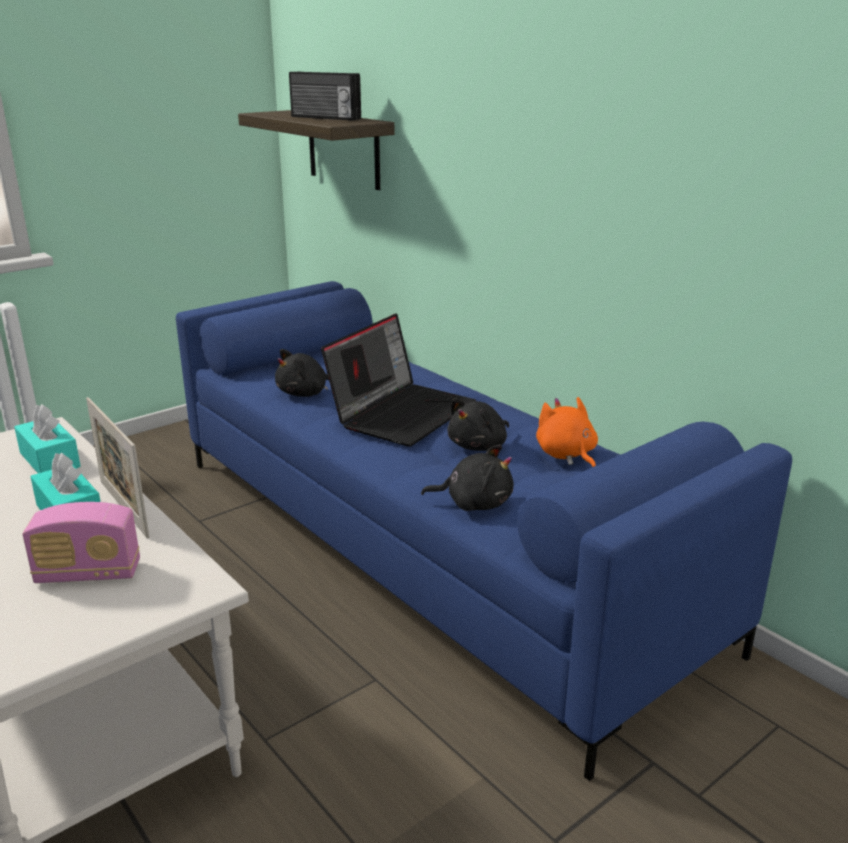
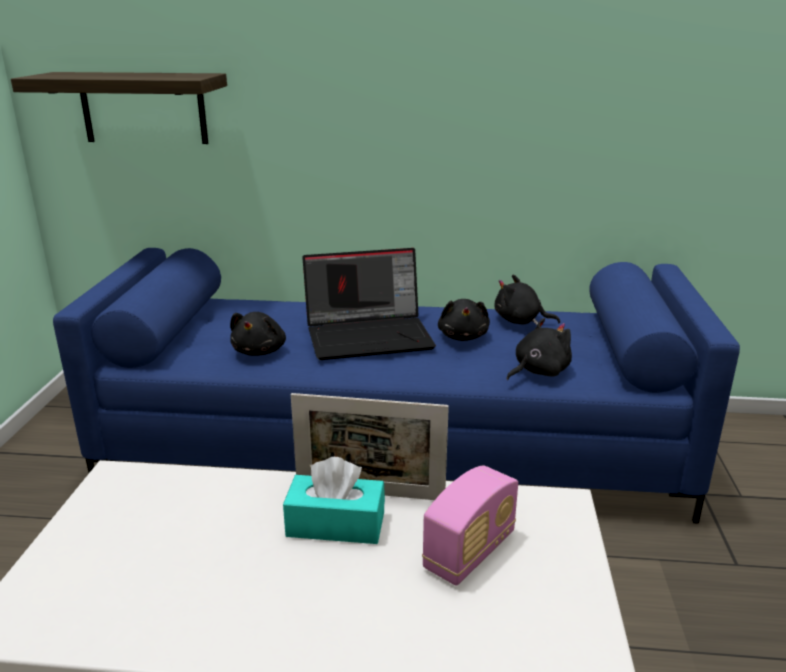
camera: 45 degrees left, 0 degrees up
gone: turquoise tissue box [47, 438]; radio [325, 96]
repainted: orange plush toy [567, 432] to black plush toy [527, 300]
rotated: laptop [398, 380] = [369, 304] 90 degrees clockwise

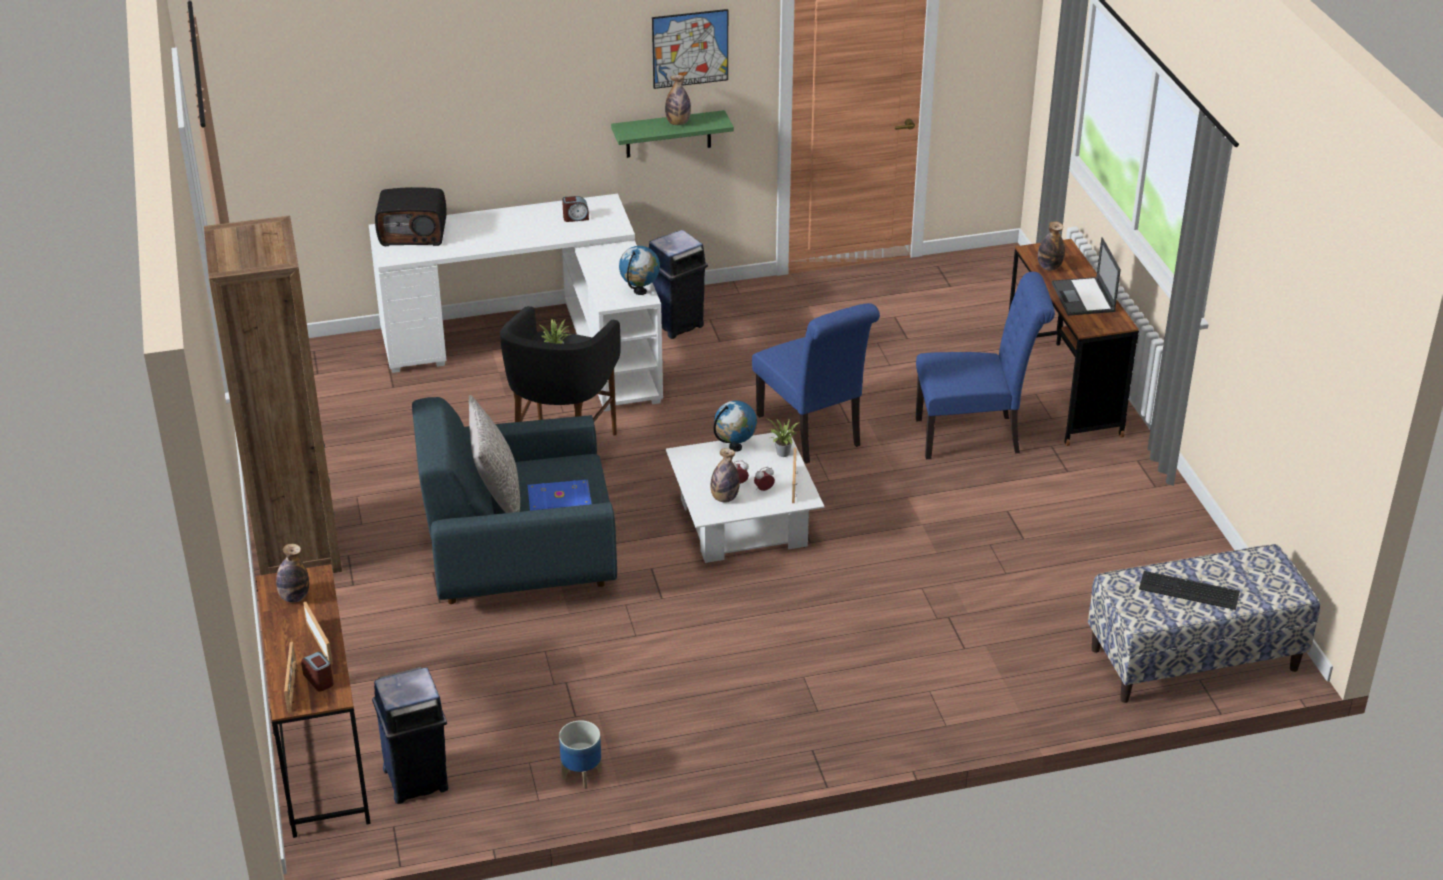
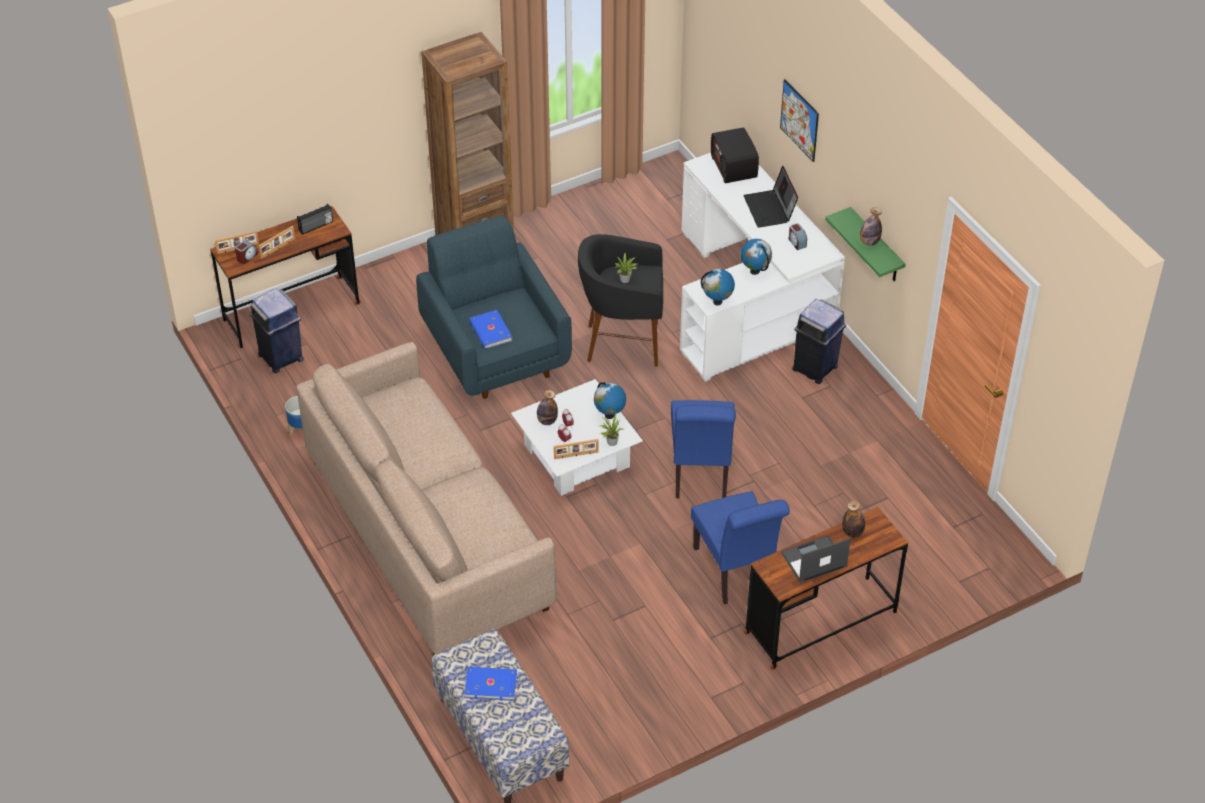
camera: 75 degrees right, 10 degrees up
gone: grey pillow [494, 454]
new: beige sofa [427, 498]; globe [756, 257]; laptop [770, 197]
shifted: picture [690, 49] to [799, 120]
swapped: bottle [292, 573] to radio [315, 219]; keyboard [1189, 590] to blue book [490, 684]
rotated: blue chair [816, 383] = [703, 449] 45 degrees counterclockwise

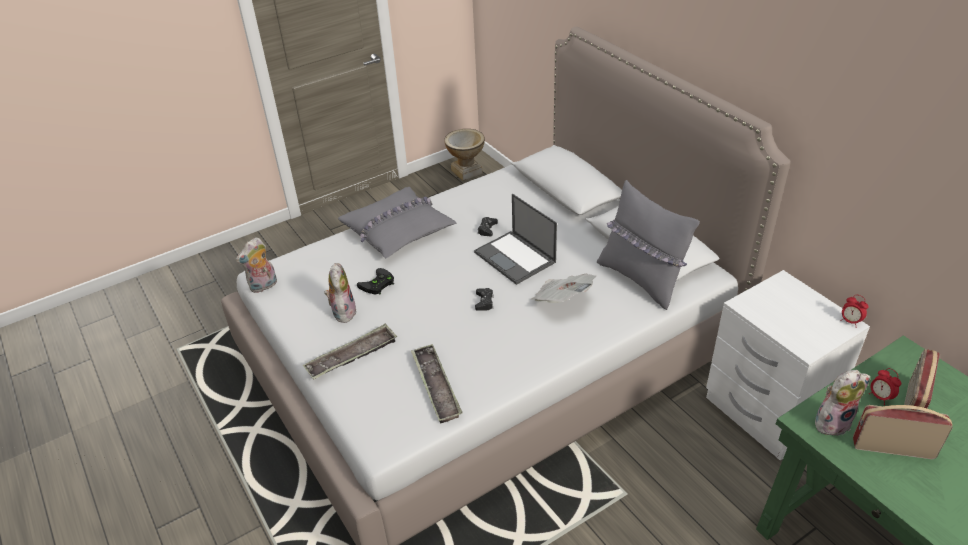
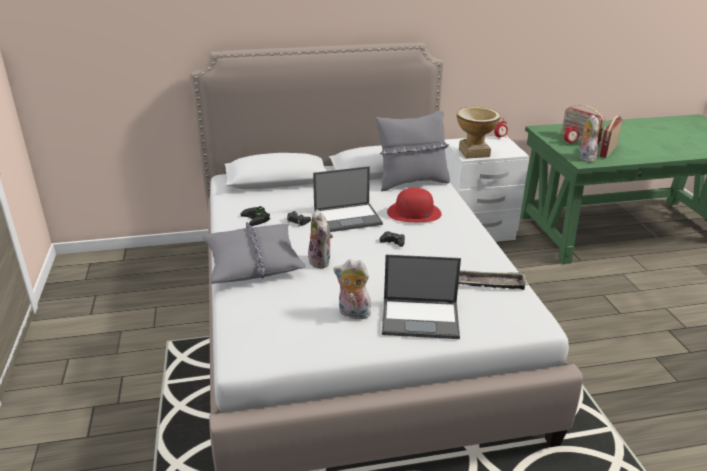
camera: 70 degrees left, 10 degrees down
shifted: plush toy [256, 265] to [320, 238]; black game controller [375, 281] to [255, 216]; vase [464, 155] to [479, 133]
swapped: tray [350, 352] to laptop [421, 297]; newspaper [564, 288] to red hat [414, 205]

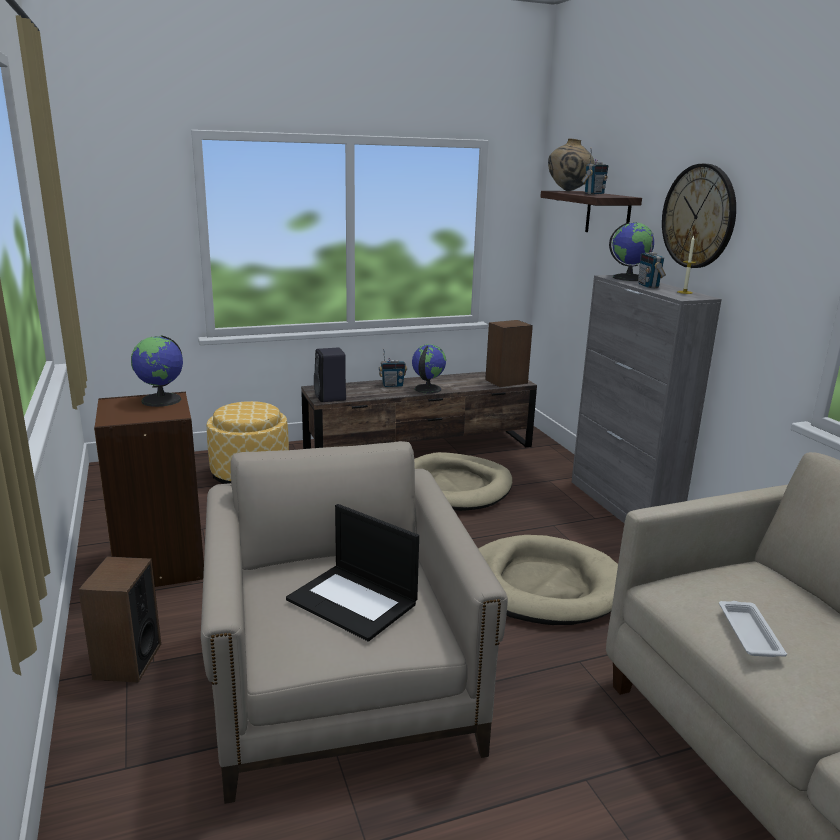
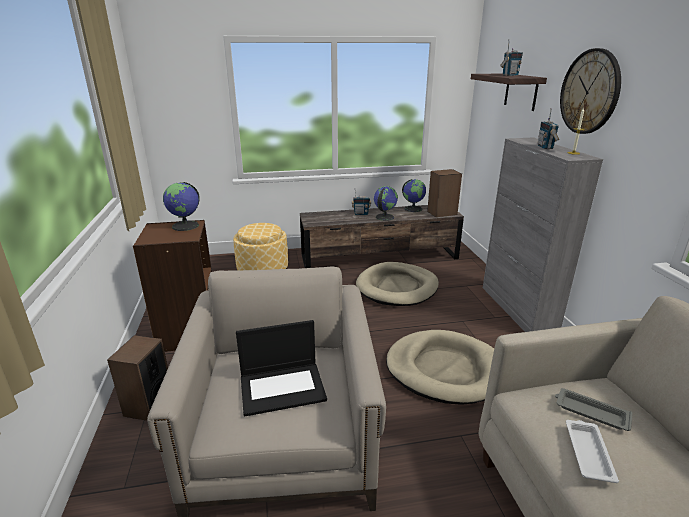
camera: 10 degrees right, 5 degrees up
gone: black speaker [330, 375]; beige vase [571, 164]
new: grey tray [594, 409]
shifted: globe [631, 251] to [414, 195]
rotated: laptop [352, 573] = [281, 368] 60 degrees counterclockwise

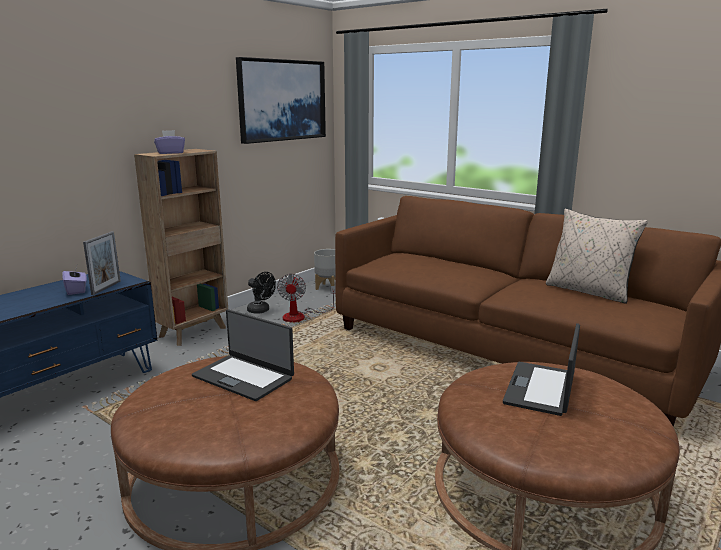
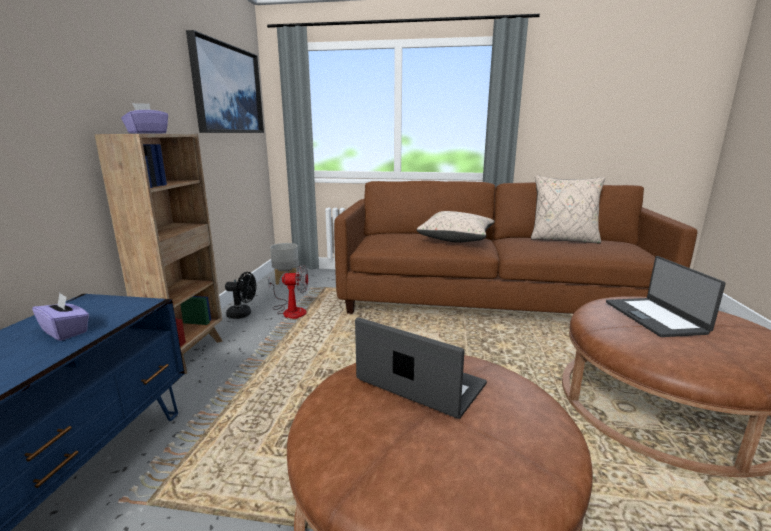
camera: 30 degrees left, 0 degrees up
gone: picture frame [102, 263]
new: beige pillow [456, 227]
rotated: laptop [243, 355] = [421, 368] 150 degrees counterclockwise; fan [306, 298] = [288, 292] 60 degrees counterclockwise

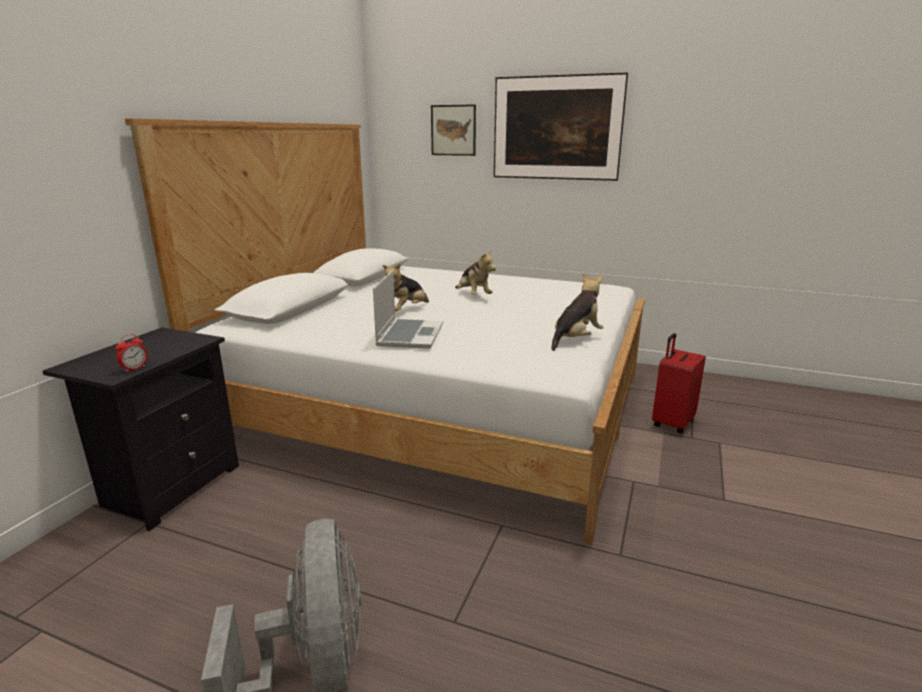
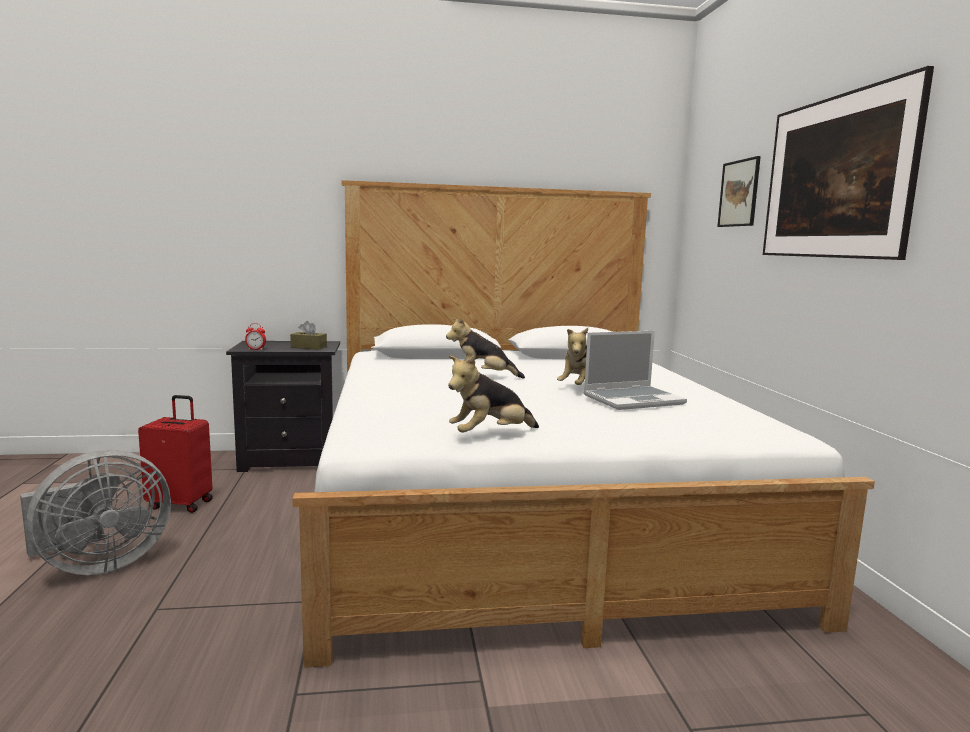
camera: 60 degrees right, 10 degrees down
new: brown tissue box [308, 335]
shifted: laptop [408, 310] to [635, 370]; red suitcase [679, 383] to [175, 454]
rotated: plush toy [577, 312] = [493, 394] 135 degrees clockwise

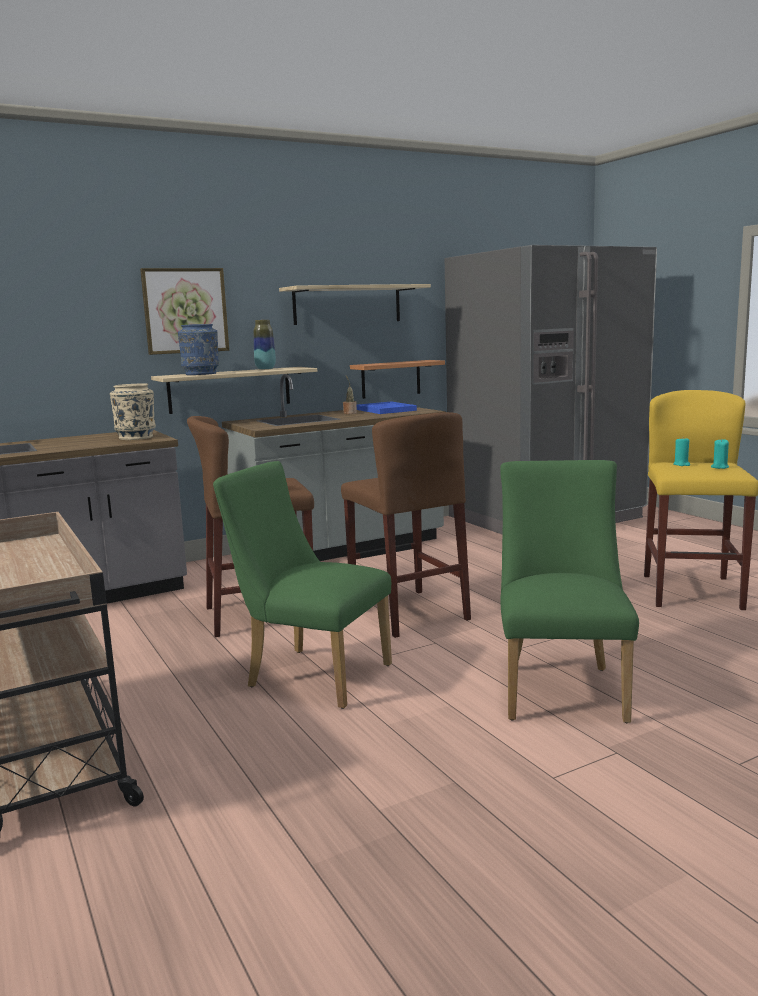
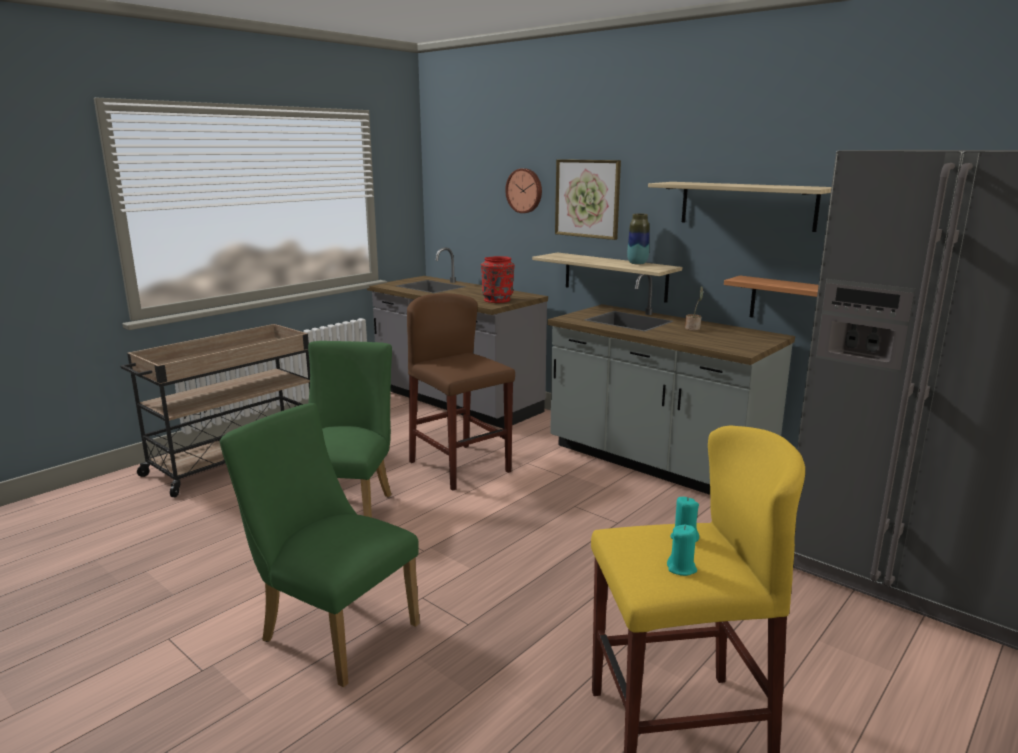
camera: 70 degrees right, 5 degrees up
gone: blue vase [198, 349]; brown stool [406, 525]; blue tray [387, 408]
new: wall clock [523, 190]
repainted: beige vase [133, 411] to red vase [498, 279]
rotated: green chair [569, 591] = [320, 545] 135 degrees counterclockwise

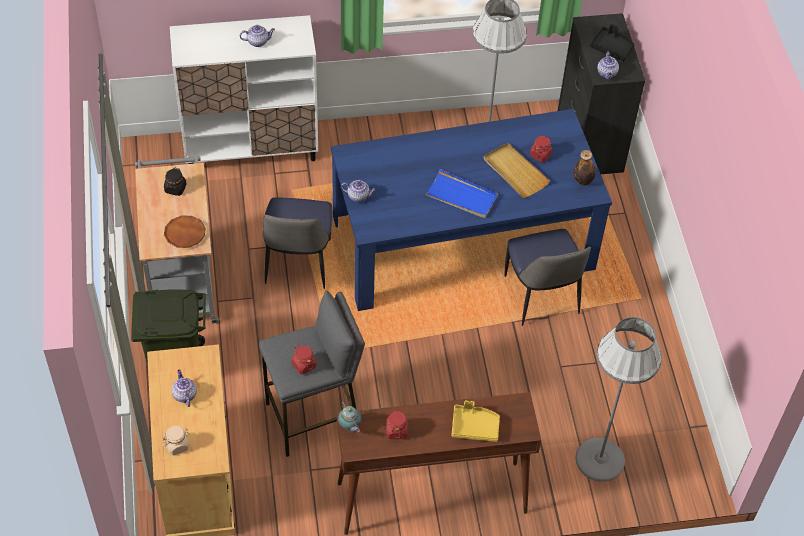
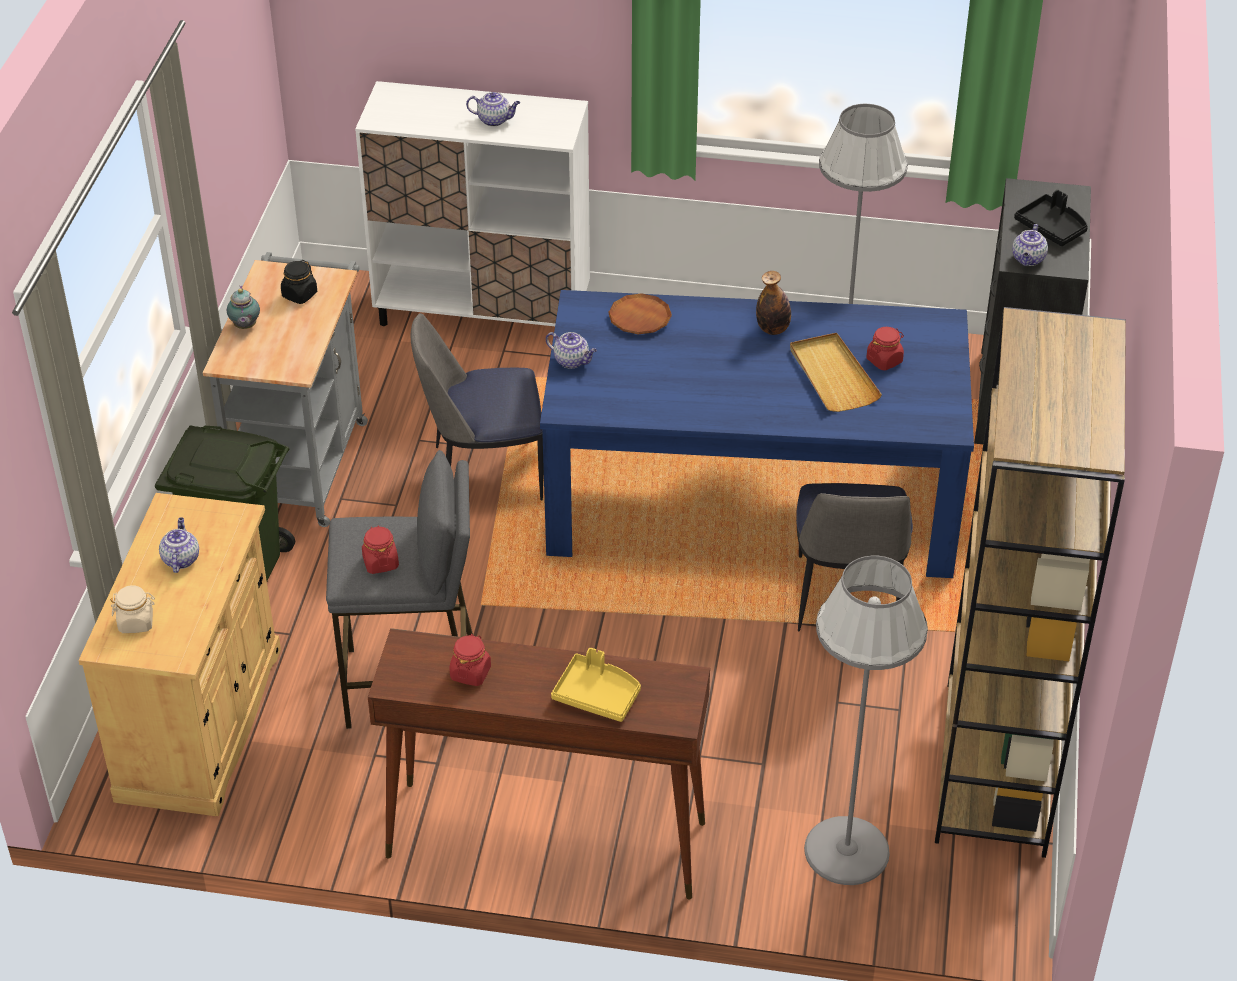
camera: 20 degrees right, 10 degrees down
gone: blue tray [461, 193]
new: brown bookcase [1030, 582]
shifted: brown plate [185, 231] to [640, 313]; teapot [350, 417] to [243, 307]; bottle [585, 168] to [773, 303]
rotated: chair [298, 243] = [477, 406] 60 degrees clockwise

